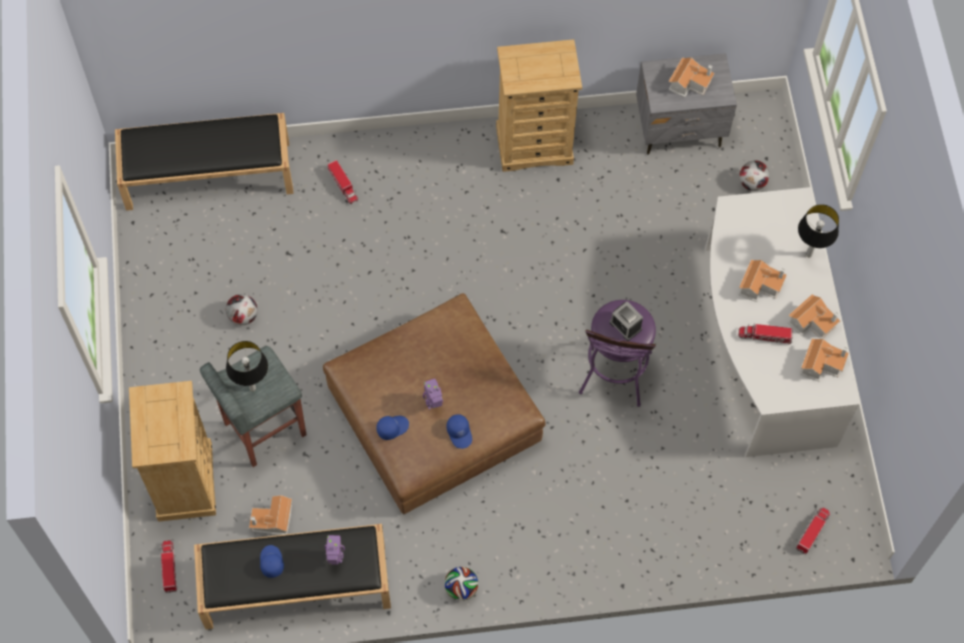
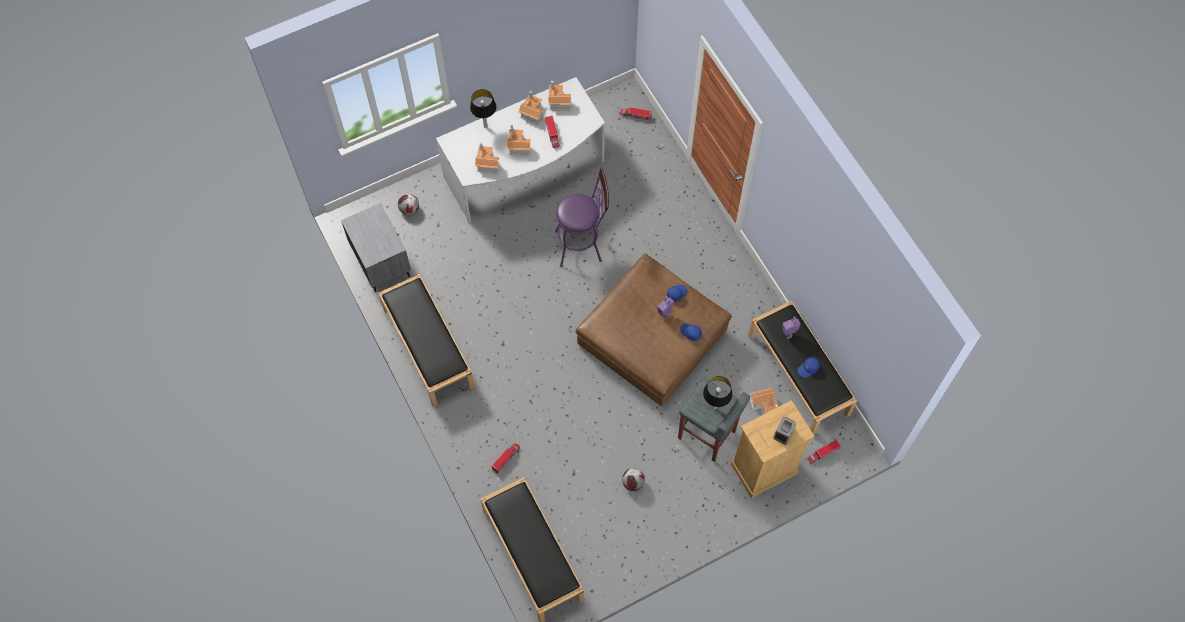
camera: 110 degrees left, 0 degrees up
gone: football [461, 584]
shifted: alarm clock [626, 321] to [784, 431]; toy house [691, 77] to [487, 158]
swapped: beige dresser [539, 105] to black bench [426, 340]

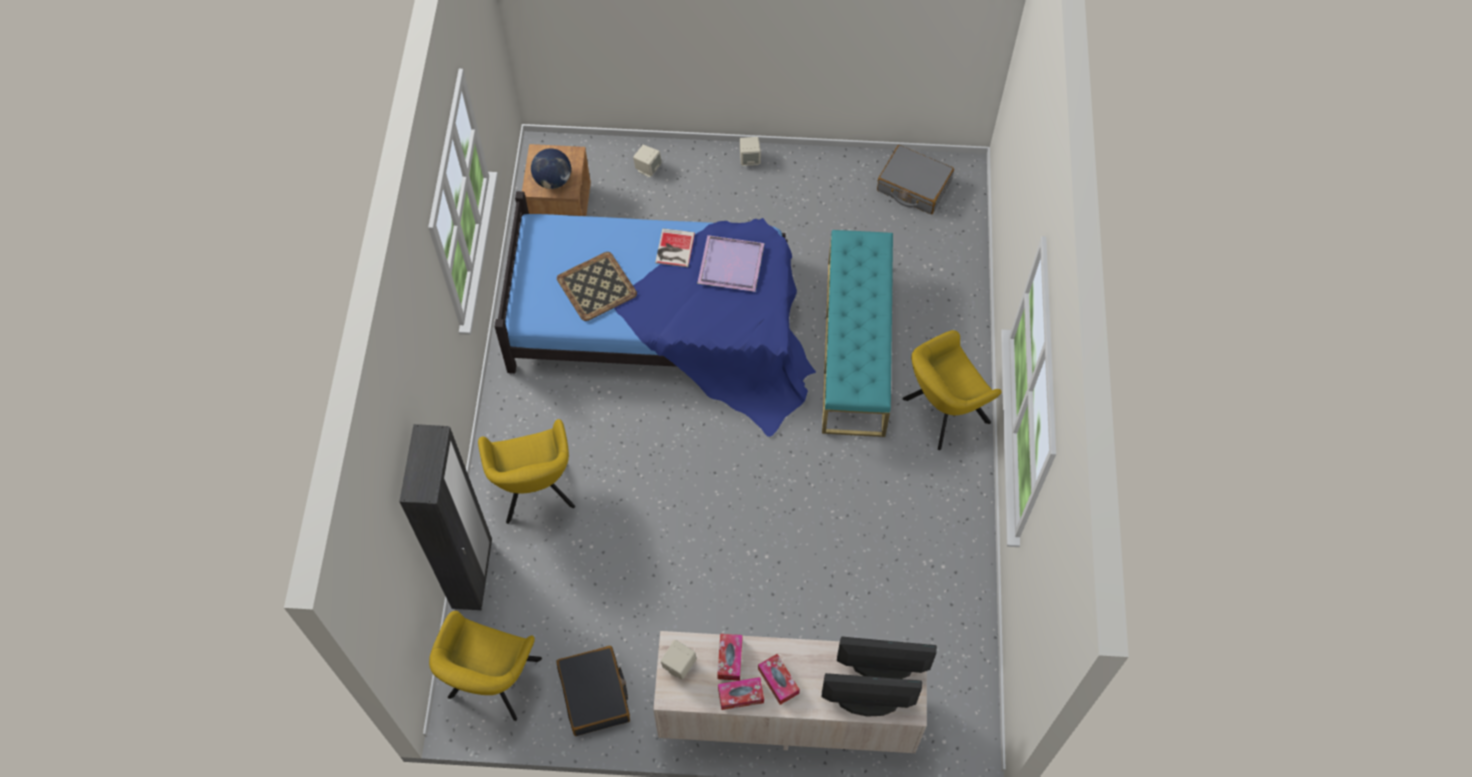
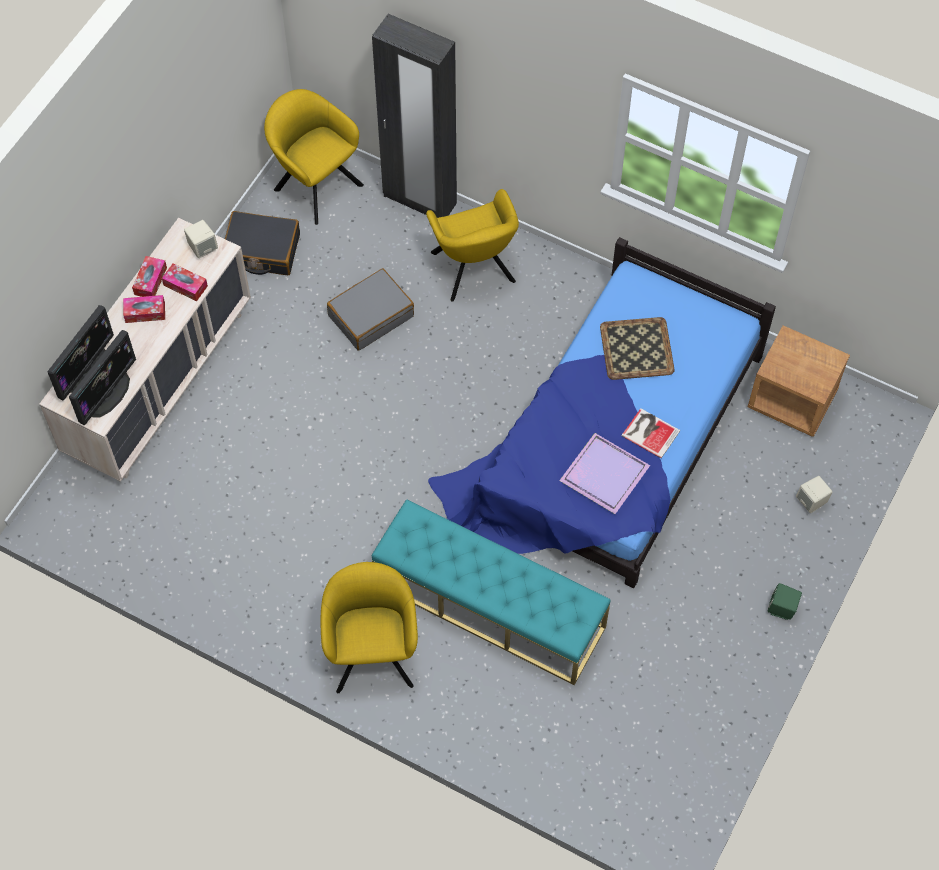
camera: 115 degrees right, 0 degrees up
gone: globe [551, 168]
shifted: grey suitcase [915, 179] to [370, 309]
repainted: beige speaker [750, 151] to green speaker [785, 601]
rotated: yellow armchair [526, 471] = [472, 245] 120 degrees counterclockwise

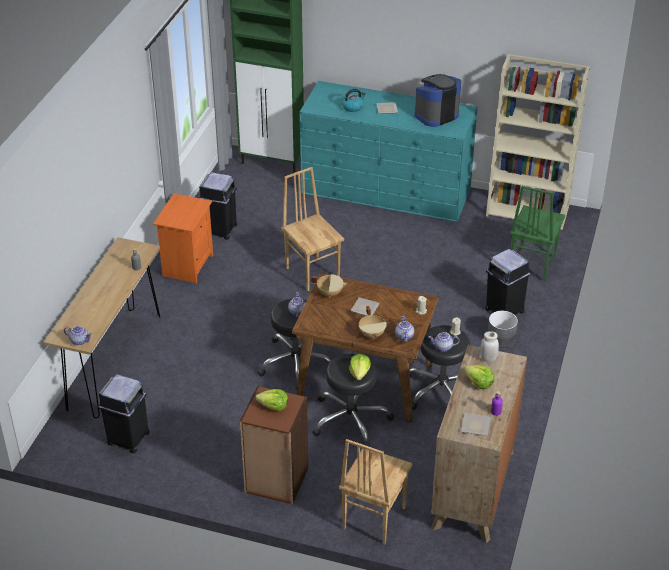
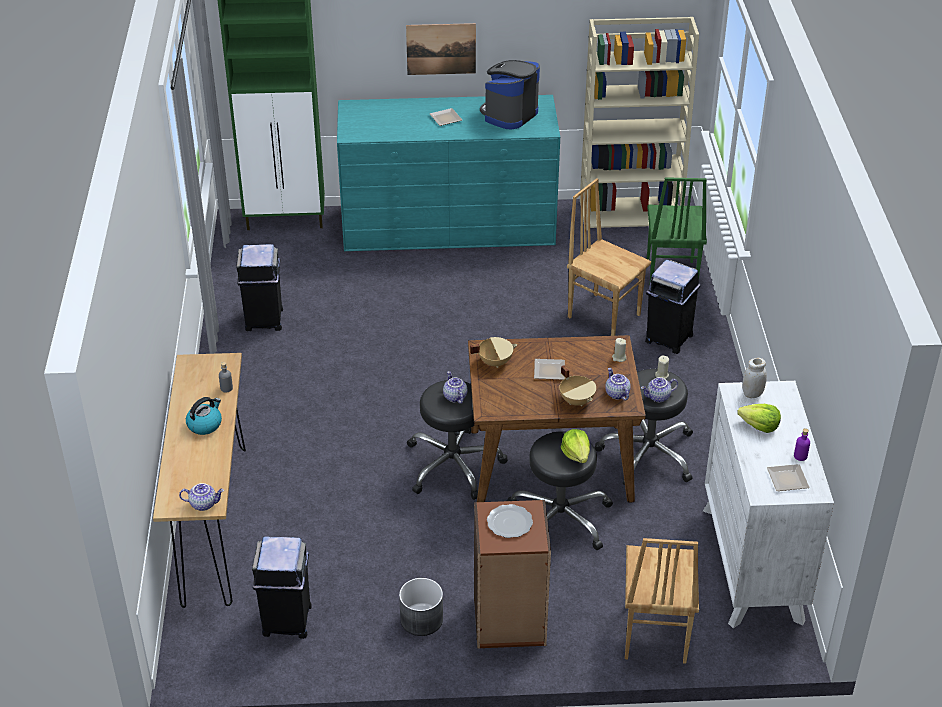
camera: 20 degrees left, 0 degrees up
gone: orange nightstand [183, 239]
new: picture [441, 49]
shifted: brown chair [313, 229] to [609, 257]; kettle [354, 100] to [204, 416]; grey planter [503, 329] to [421, 607]
swapped: lettuce [271, 400] to plate [510, 521]
repainted: brown dresser [479, 444] to white dresser [768, 504]

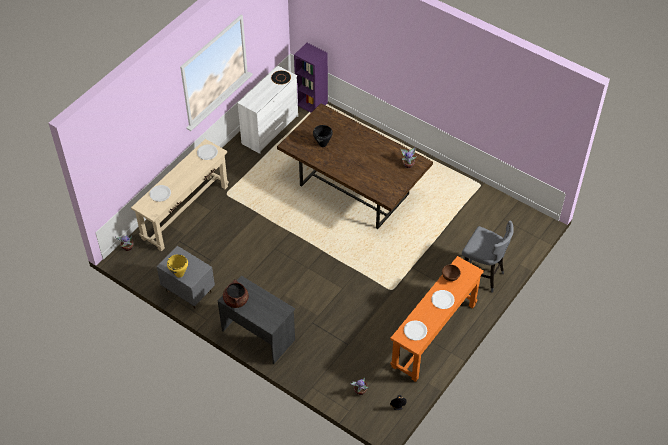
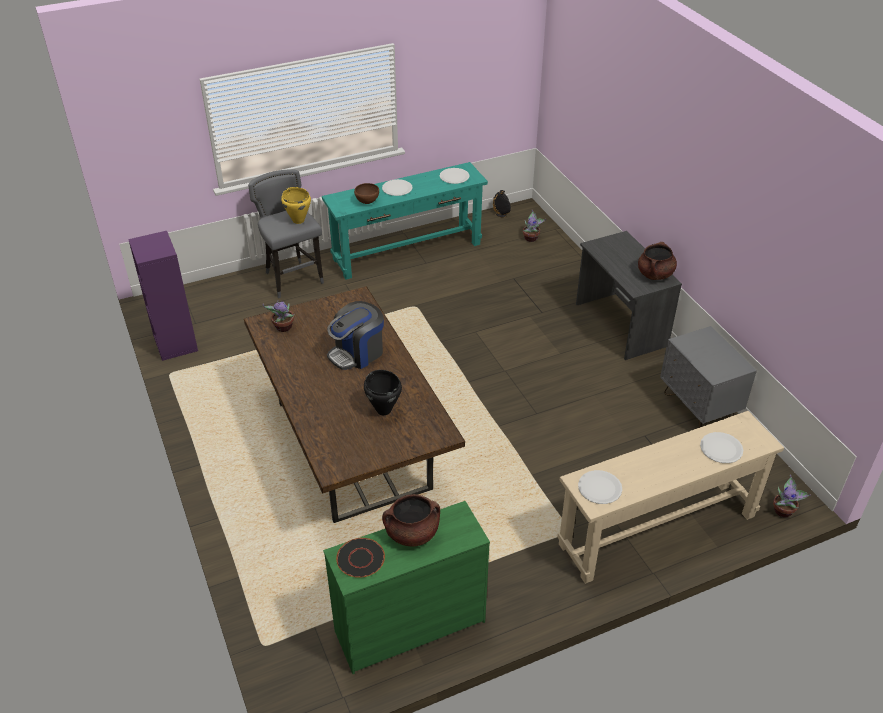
camera: 150 degrees left, 10 degrees down
new: coffee machine [355, 335]; brown cooking pot [411, 520]
shifted: yellow cooking pot [177, 266] to [296, 205]; purple bookcase [311, 78] to [163, 296]
repainted: white dresser [267, 110] to green dresser [406, 587]; orange console table [437, 319] to turquoise console table [405, 221]

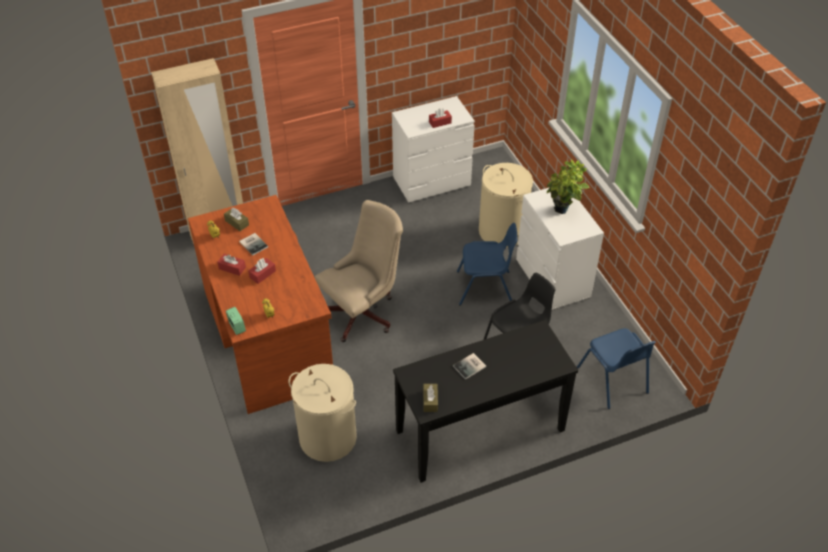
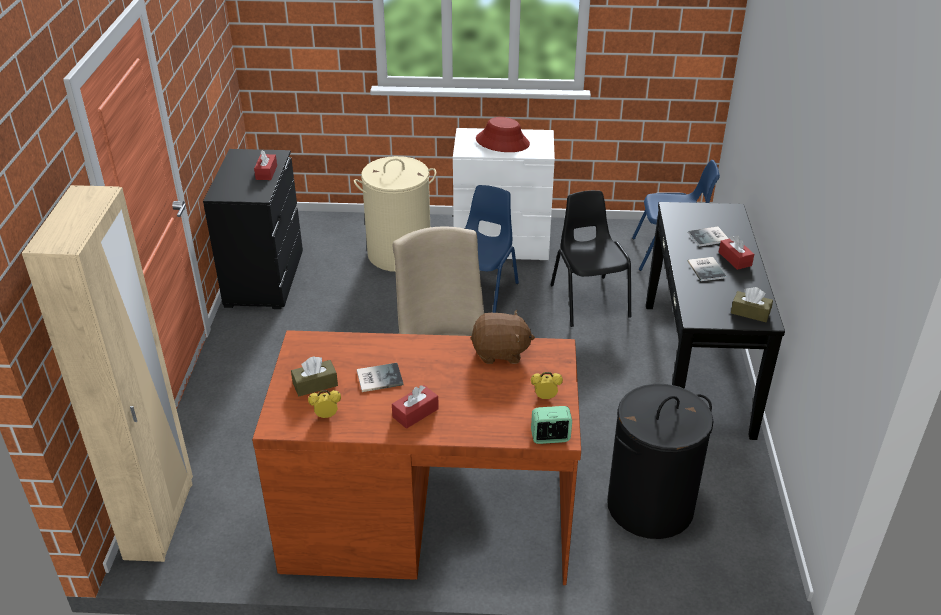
camera: 65 degrees left, 10 degrees down
new: brown plush toy [502, 337]; book [708, 236]
shifted: red tissue box [262, 271] to [736, 252]
swapped: potted plant [568, 187] to red hat [503, 134]
repainted: beige laundry basket [322, 413] to black laundry basket [660, 461]; white dresser [433, 149] to black dresser [253, 229]

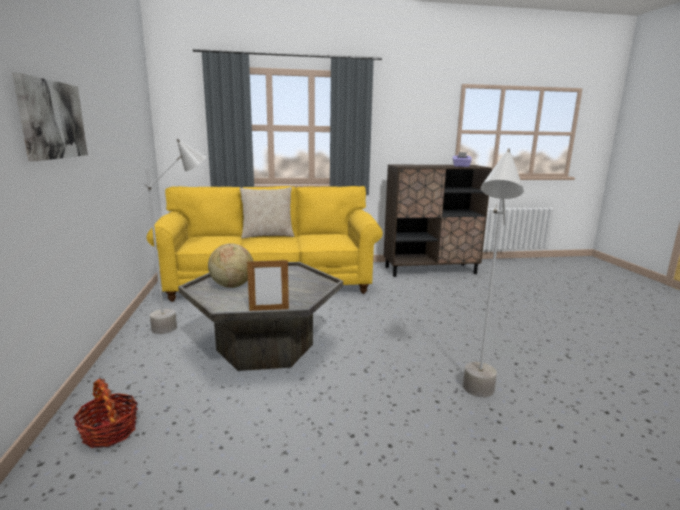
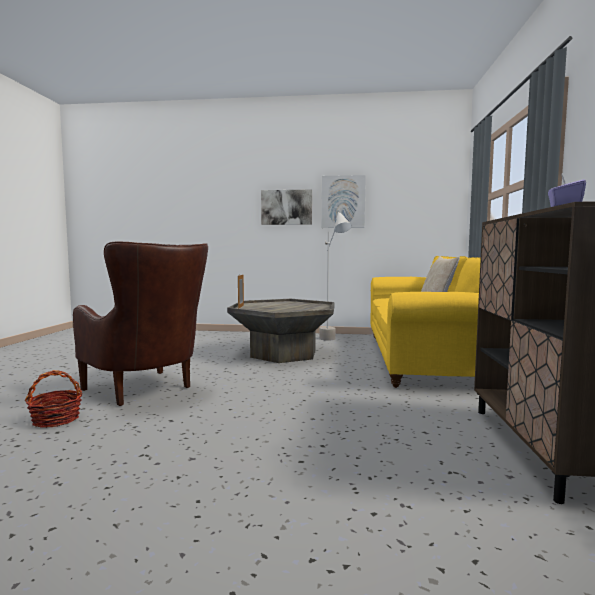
camera: 105 degrees right, 10 degrees down
gone: globe [230, 265]
new: picture [344, 201]
shifted: basket [105, 413] to [54, 399]
swapped: grey floor lamp [493, 272] to brown armchair [140, 323]

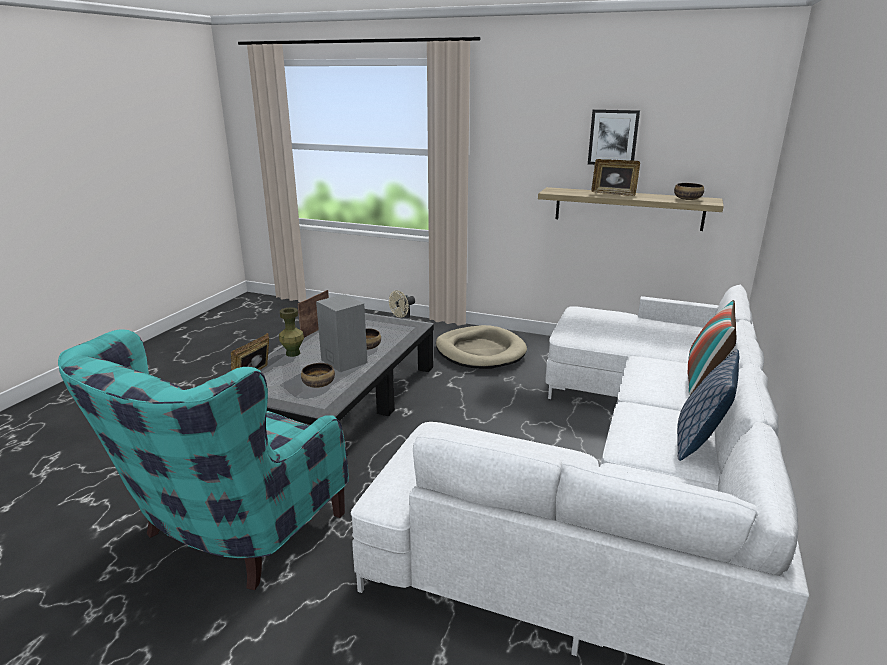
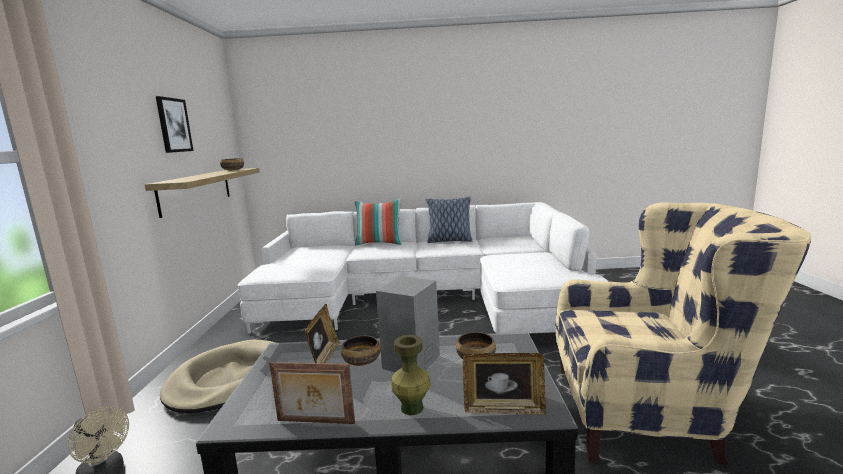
camera: 110 degrees left, 10 degrees down
shifted: picture frame [615, 177] to [322, 333]
repainted: turquoise armchair [203, 459] to beige armchair [683, 334]

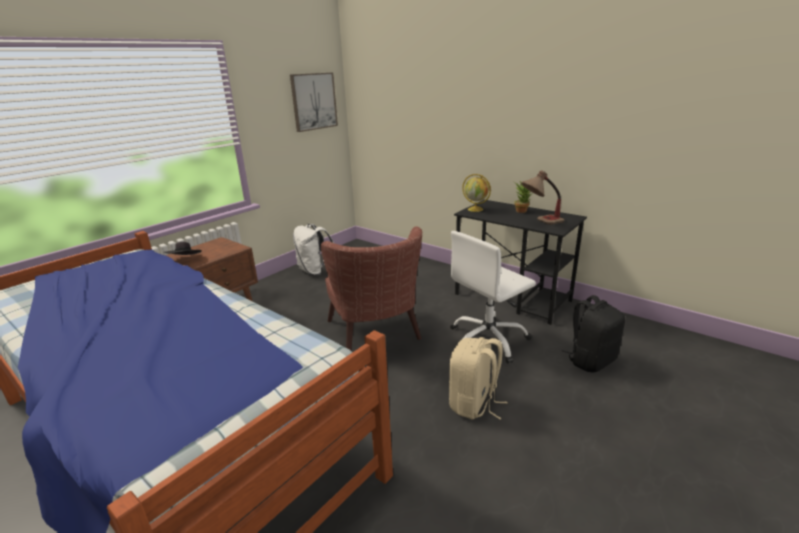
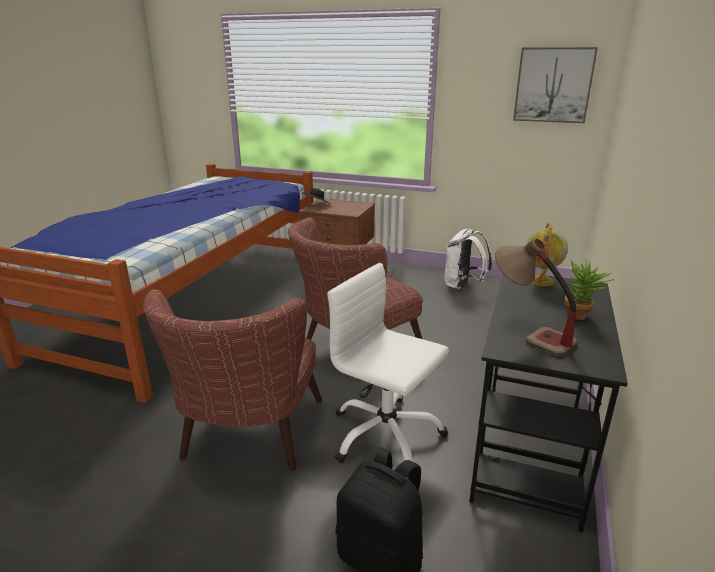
camera: 70 degrees right, 0 degrees up
swapped: beige backpack [478, 378] to brown armchair [232, 380]

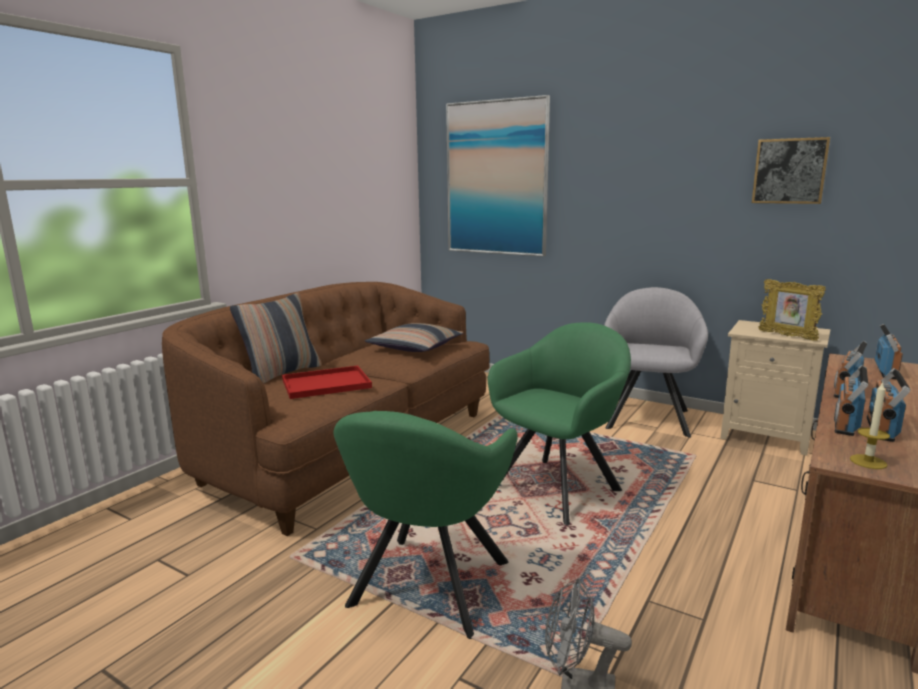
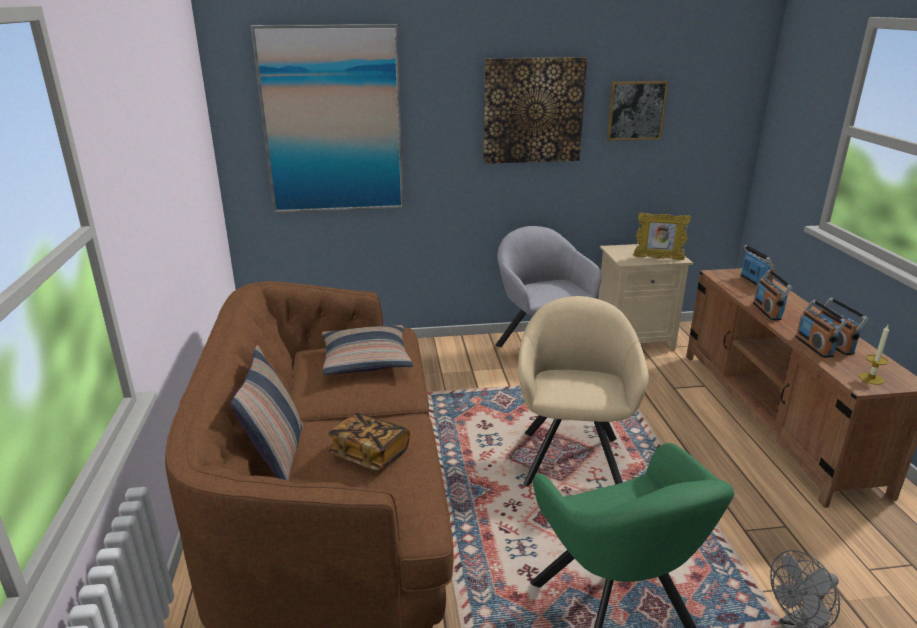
camera: 40 degrees left, 10 degrees up
new: picture [535, 110]
swapped: red tray [327, 382] to book [369, 442]
repainted: green armchair [559, 423] to beige armchair [583, 391]

